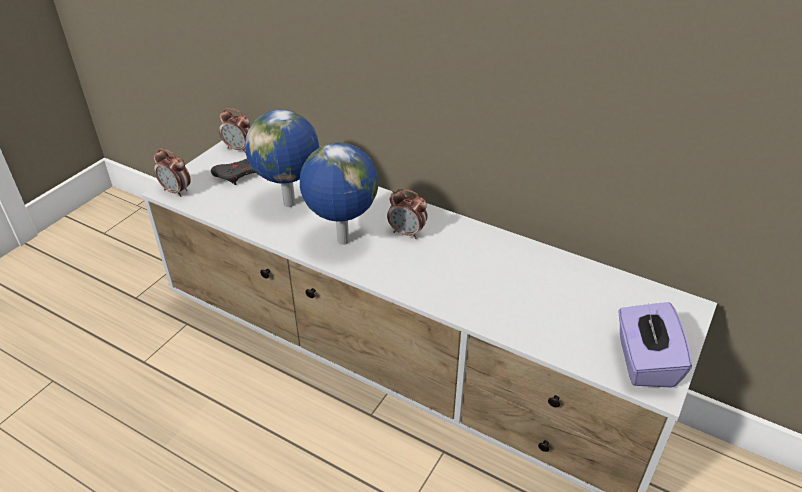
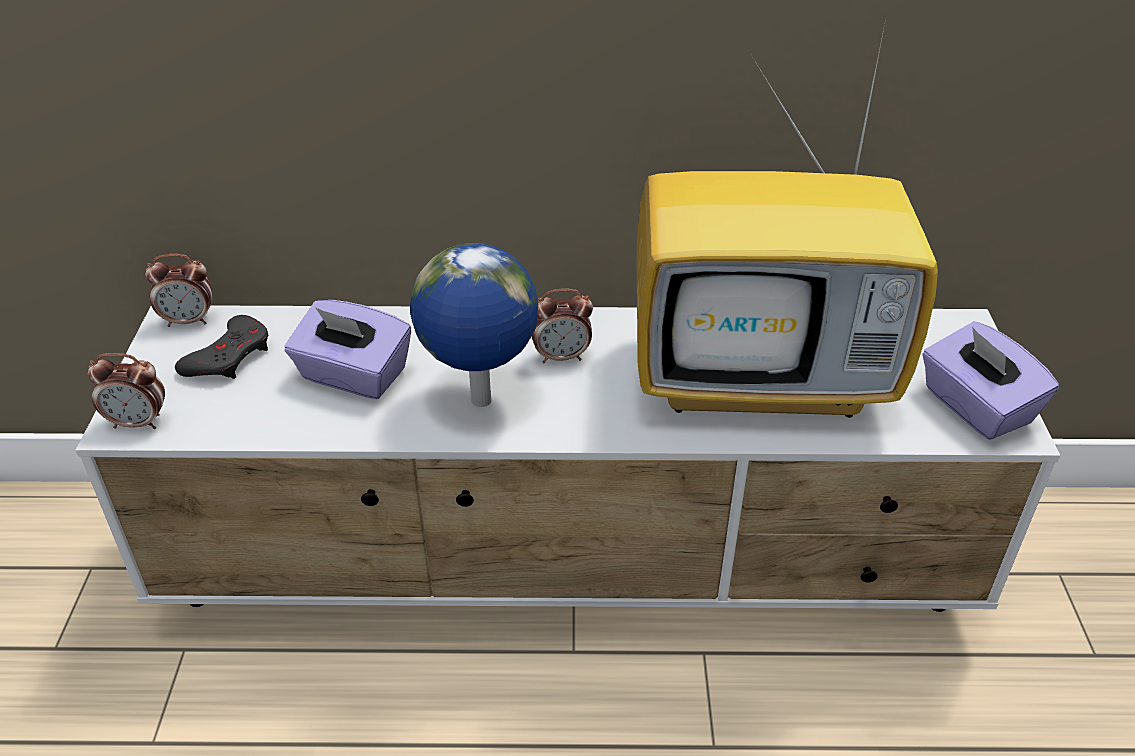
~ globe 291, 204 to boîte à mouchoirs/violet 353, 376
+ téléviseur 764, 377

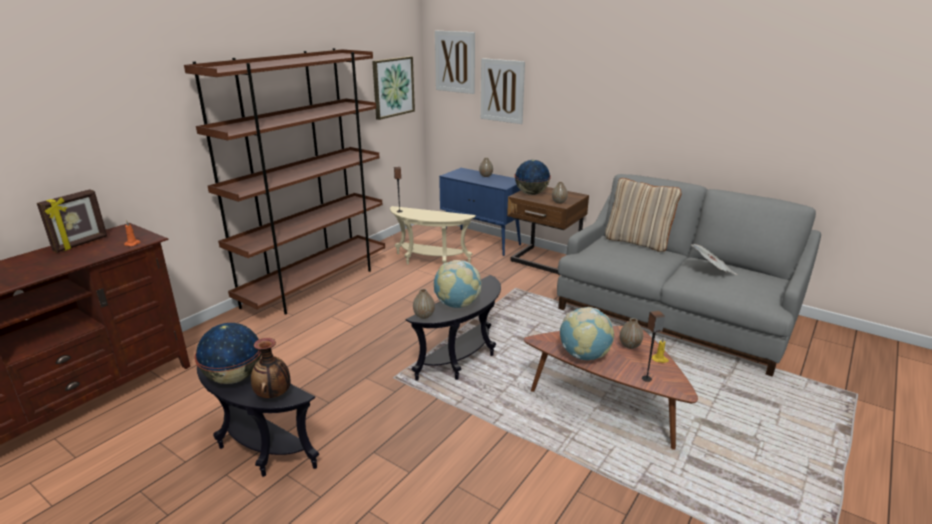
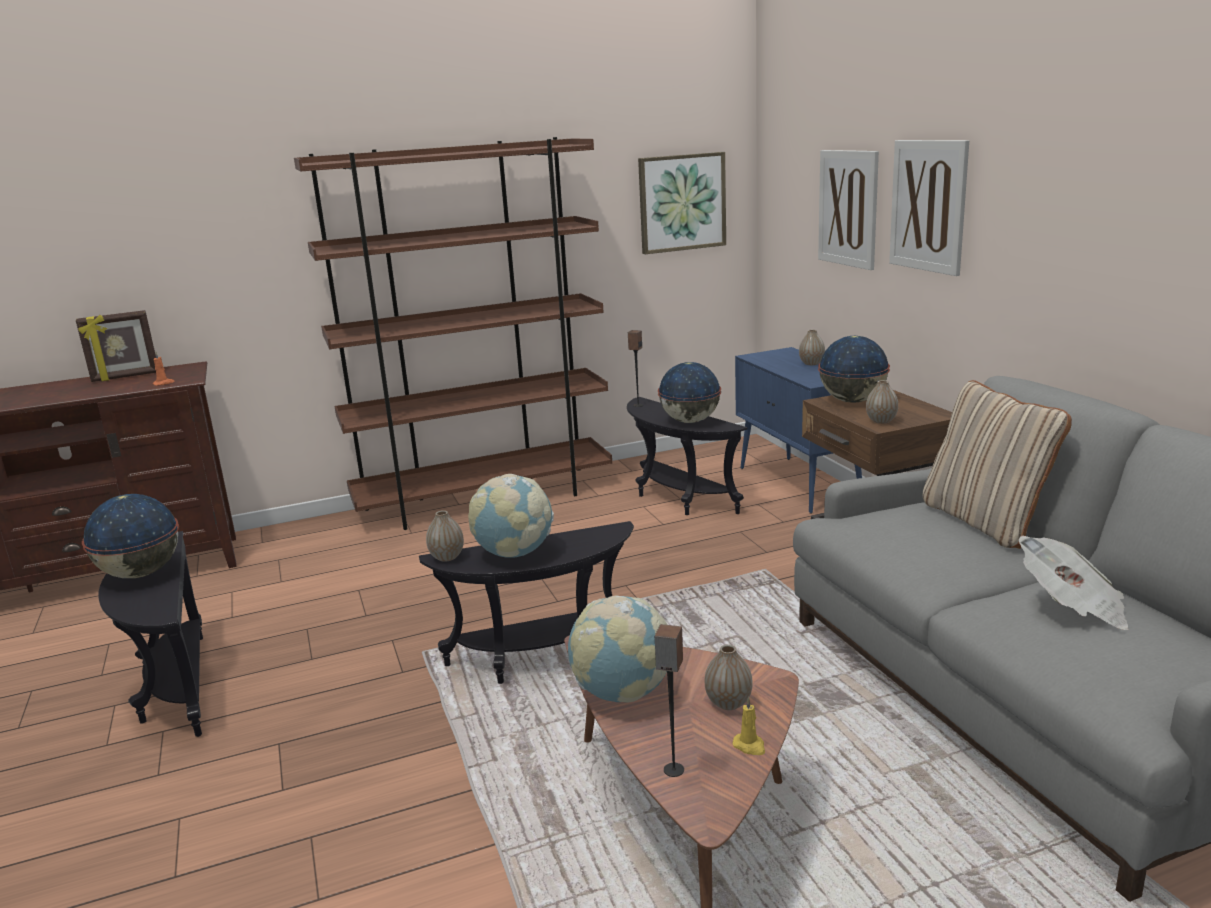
~ table d'appoint/beige 429, 262 to table d'appoint/noir 677, 499
+ globe 689, 421
~ tableau 455, 62 to 928, 206
- vase 274, 395

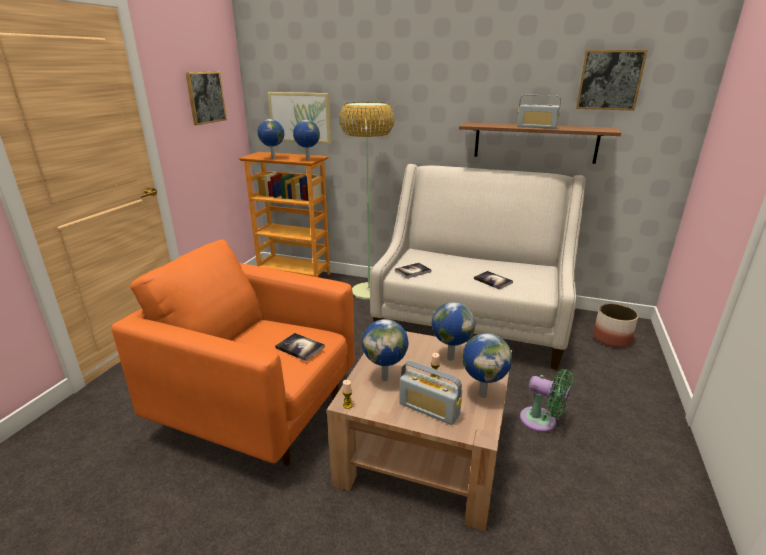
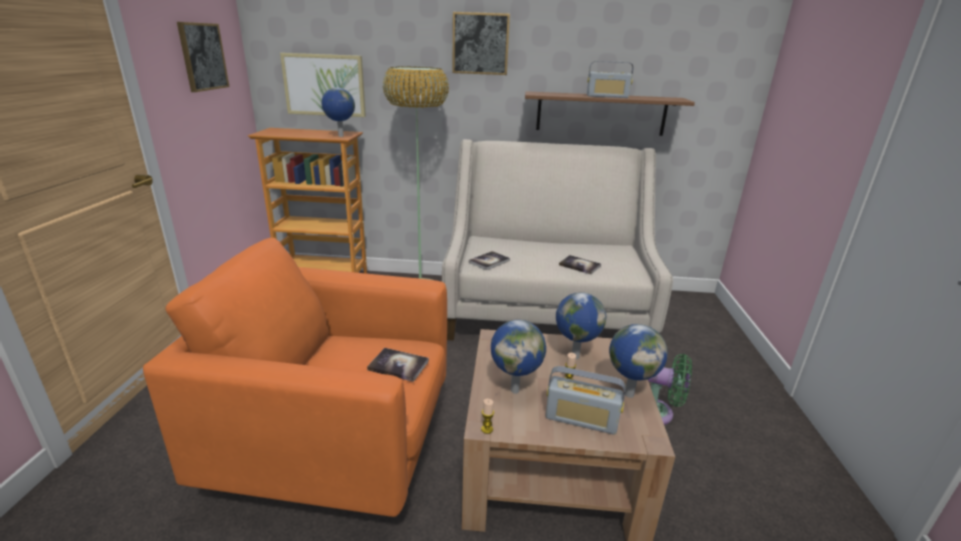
~ tableau 609, 80 to 480, 44
- globe 273, 158
- cache-pot 611, 339

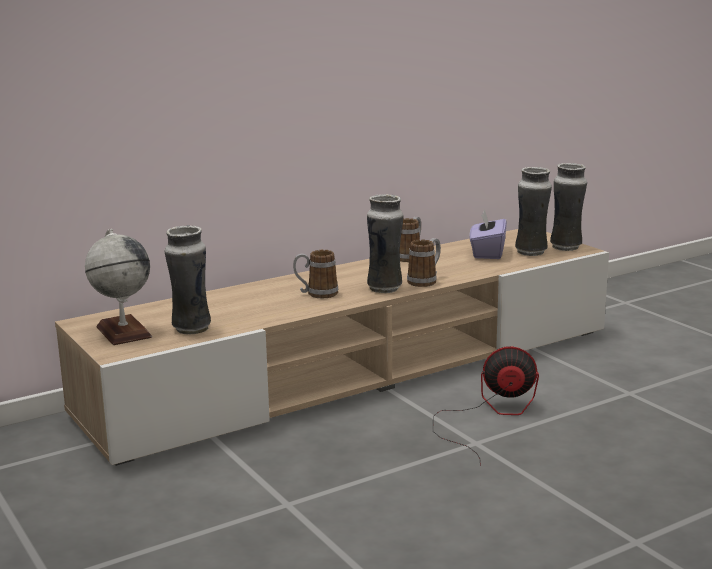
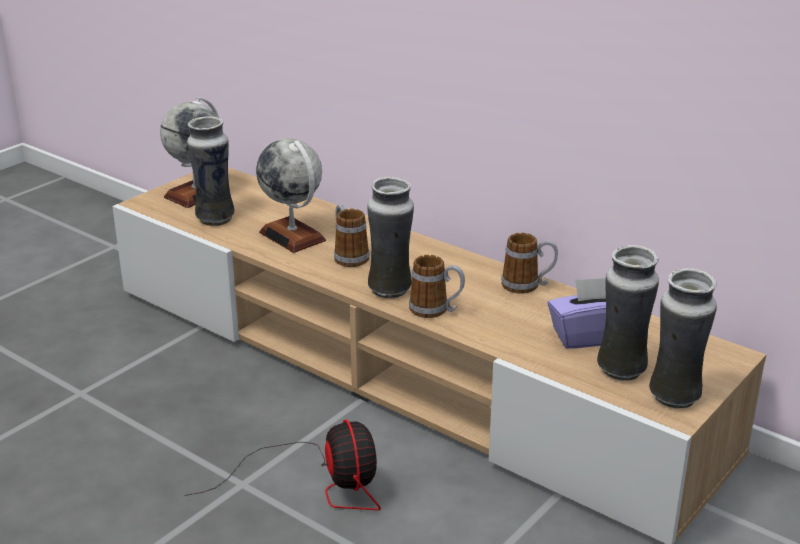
+ globe 292, 236

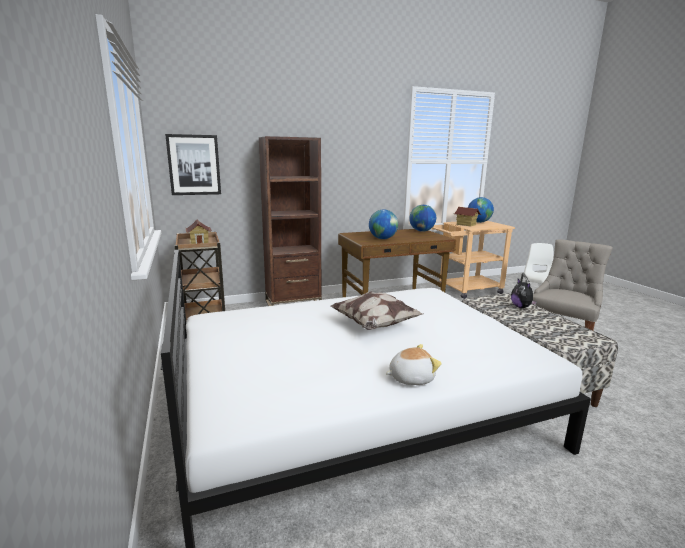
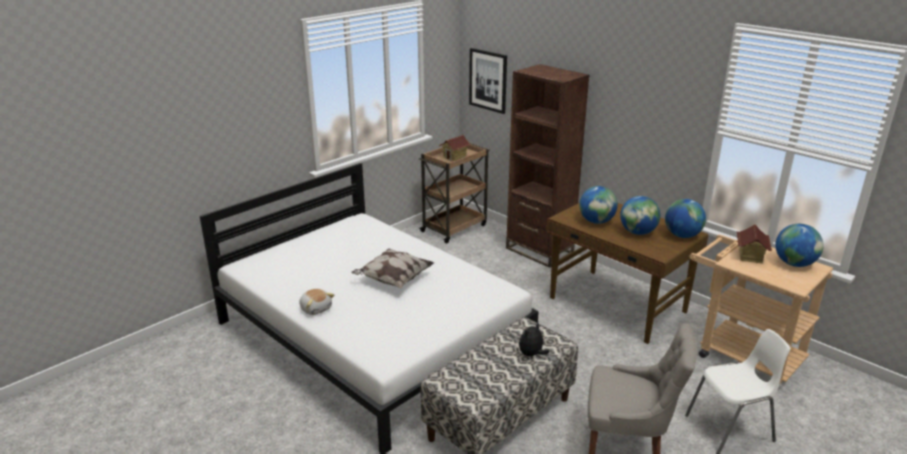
+ globe 638, 232

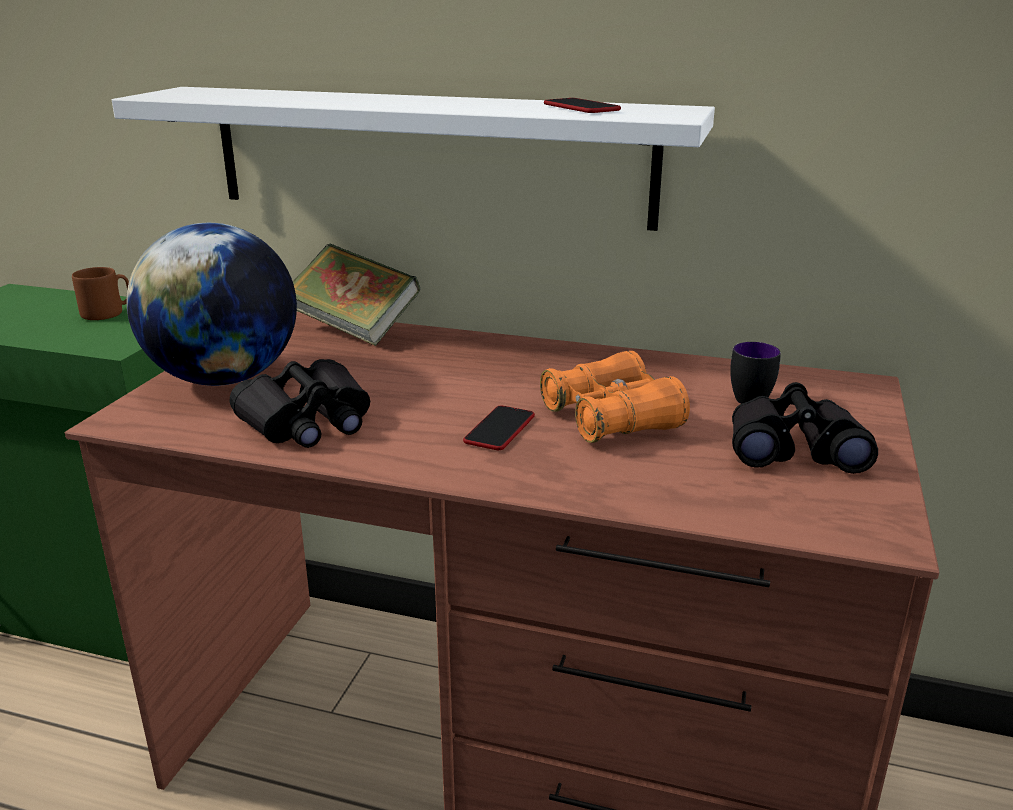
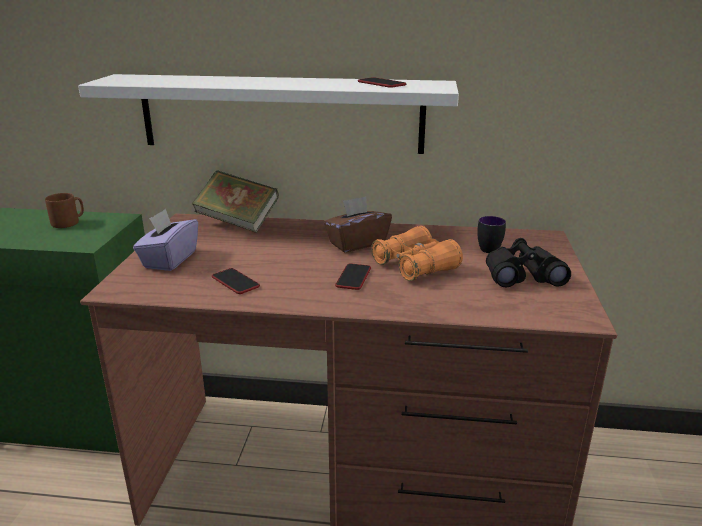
~ globe 224, 378 to boîte à mouchoirs/violet 169, 259
~ jumelles/noir 308, 422 to téléphone 235, 282
+ boîte à mouchoirs/marron 357, 243

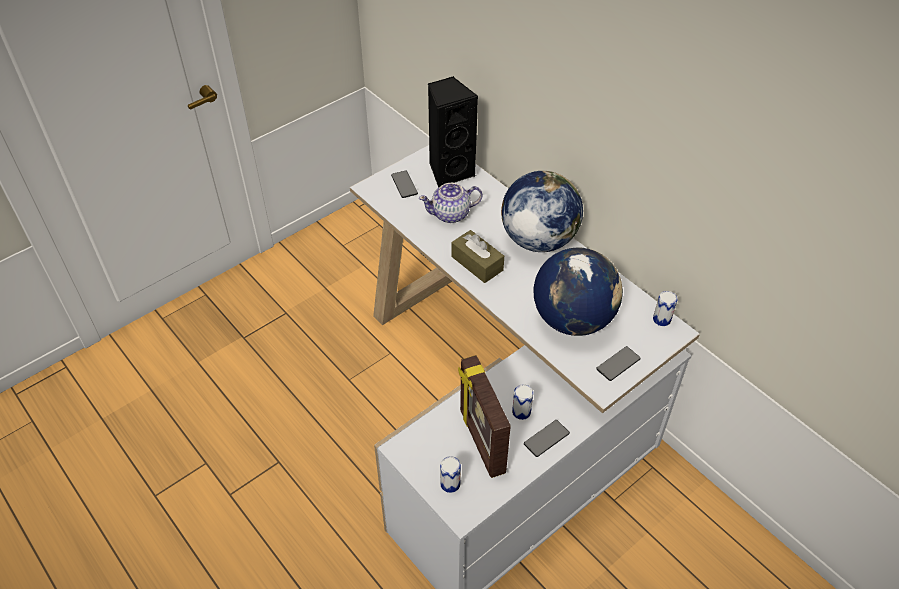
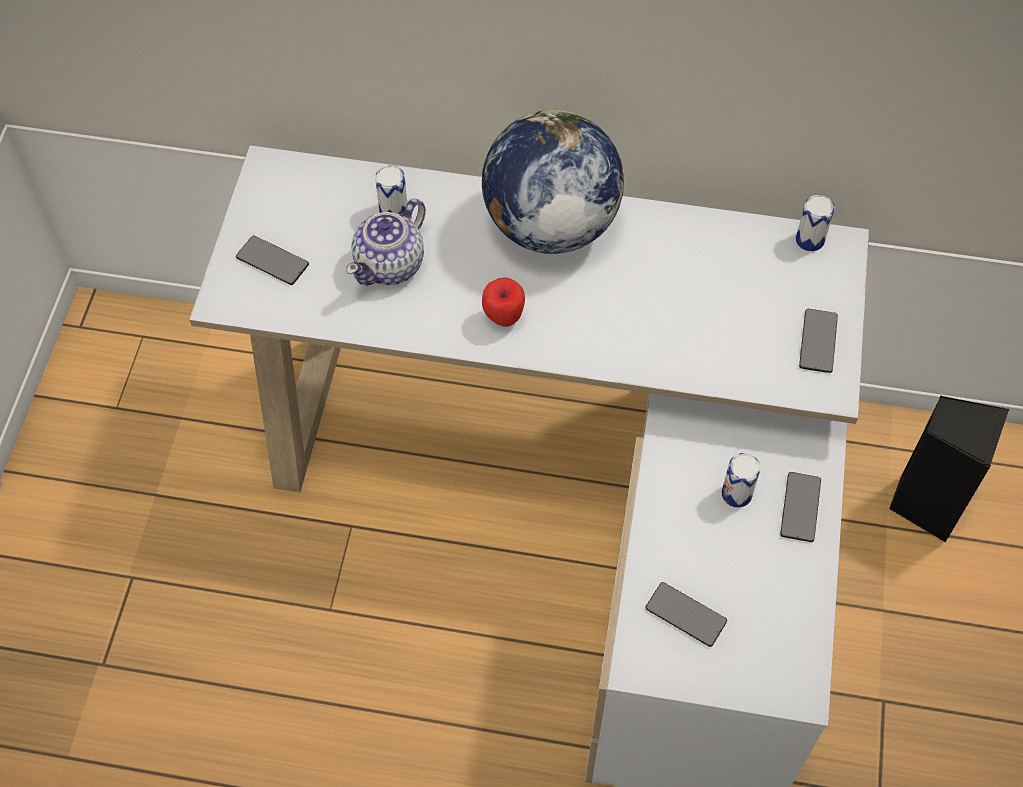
~ boîte métallique 450, 484 to 393, 211
~ boîte à mouchoirs/marron 477, 263 to pomme 503, 319
+ téléphone 685, 615
~ enceinte/noir 450, 171 to 925, 503
- cadre photo 481, 441
- globe 573, 319

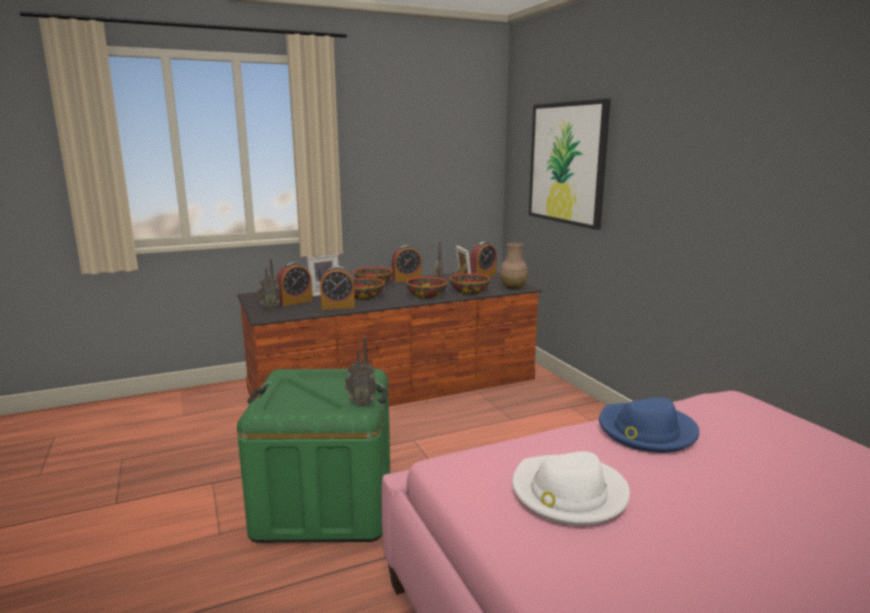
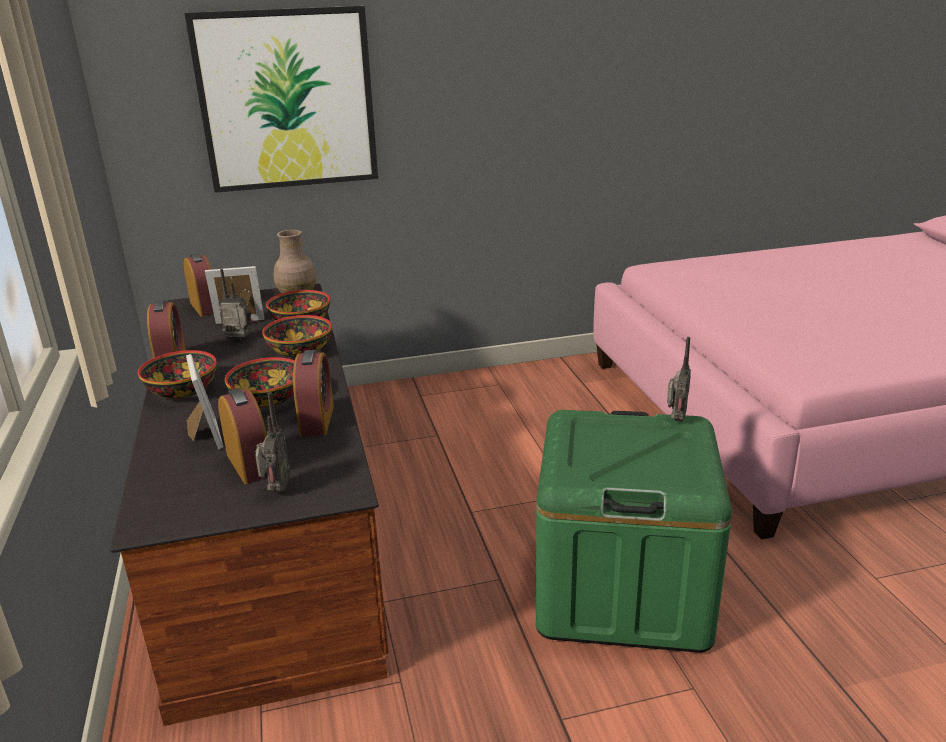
- chapeau/blanc 568, 494
- chapeau/bleu 646, 431

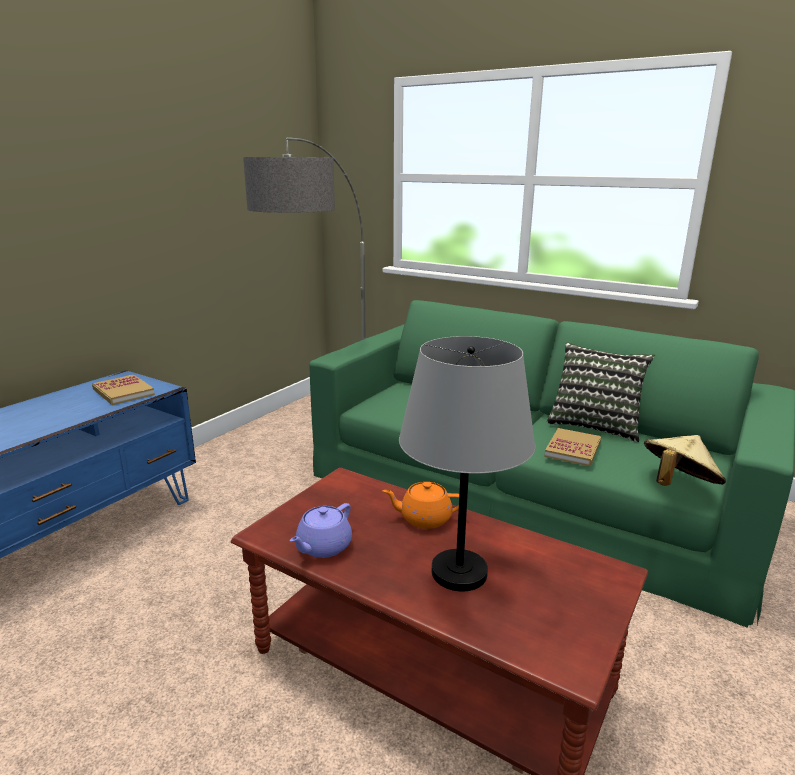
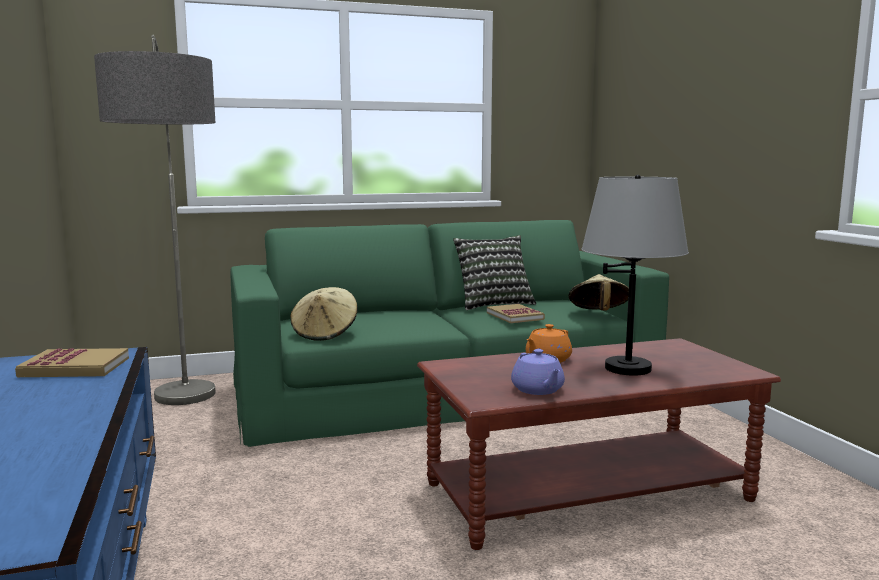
+ chapeau/beige 325, 334

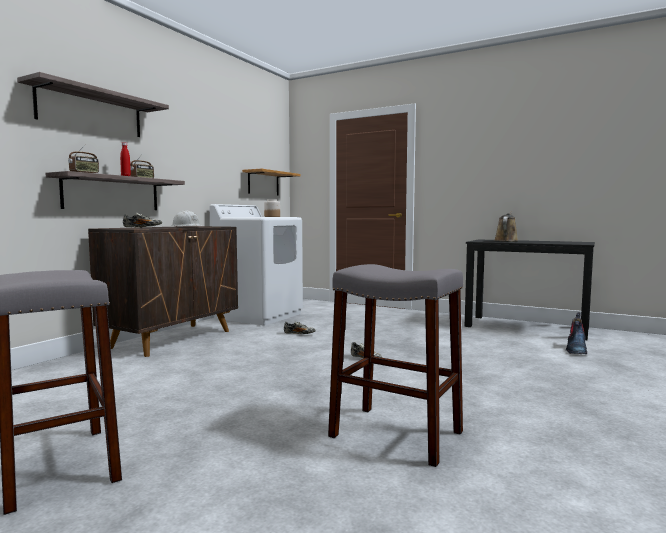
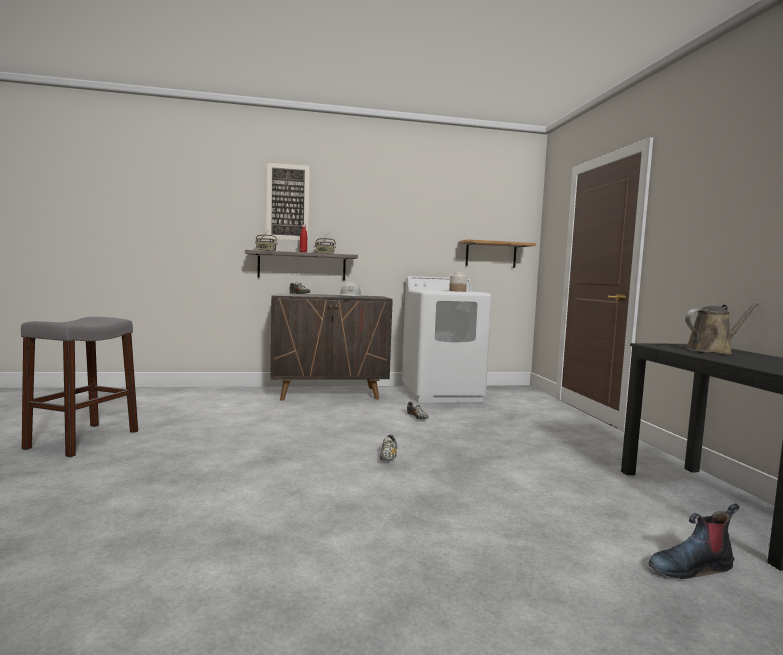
~ étagère 91, 112 to tableau 288, 202
- tabouret/gris 395, 434

